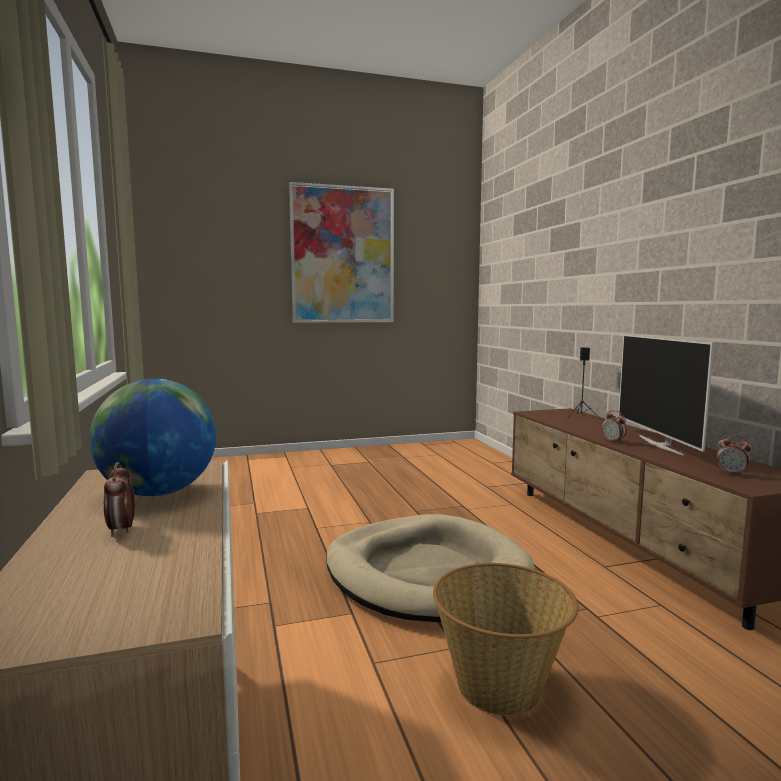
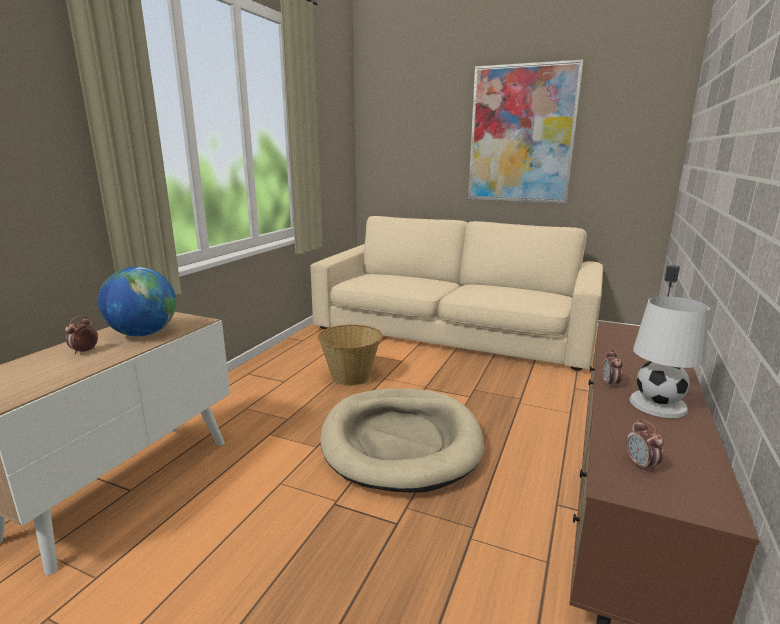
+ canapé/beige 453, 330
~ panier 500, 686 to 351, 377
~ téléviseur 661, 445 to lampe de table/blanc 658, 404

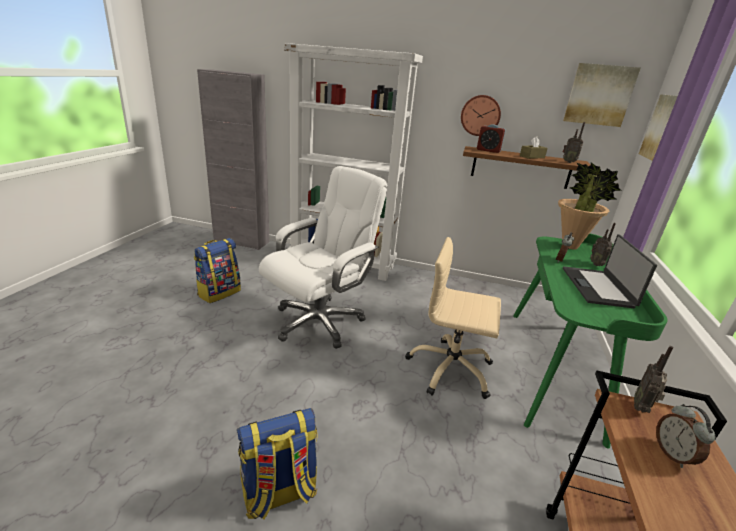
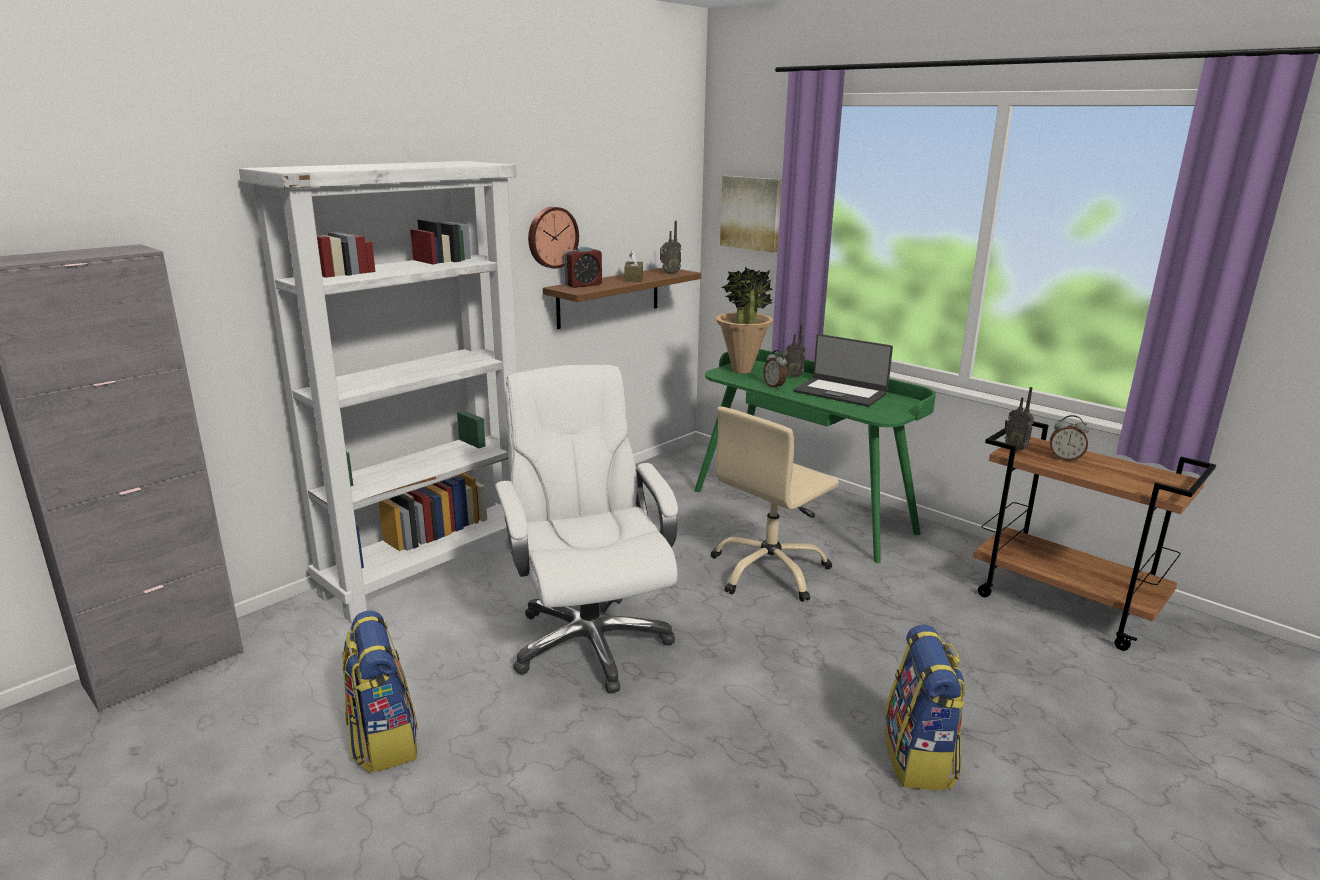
- tableau 599, 95

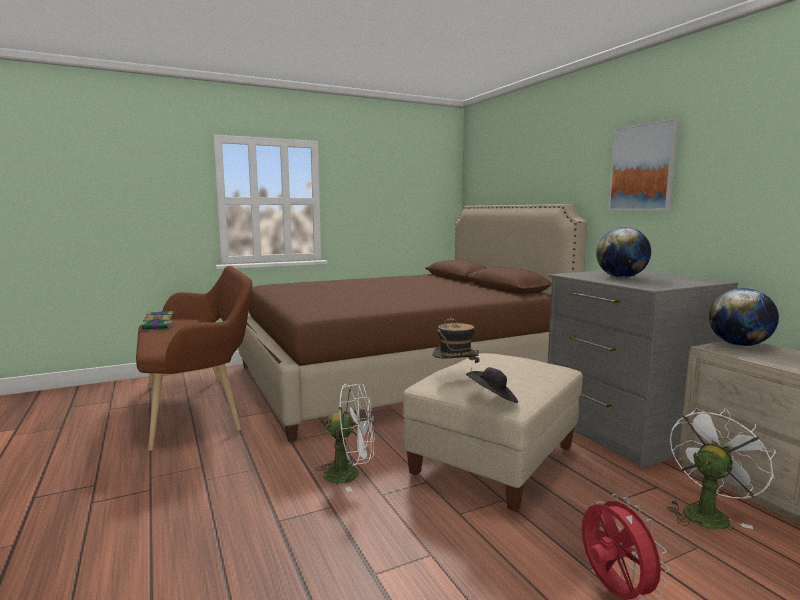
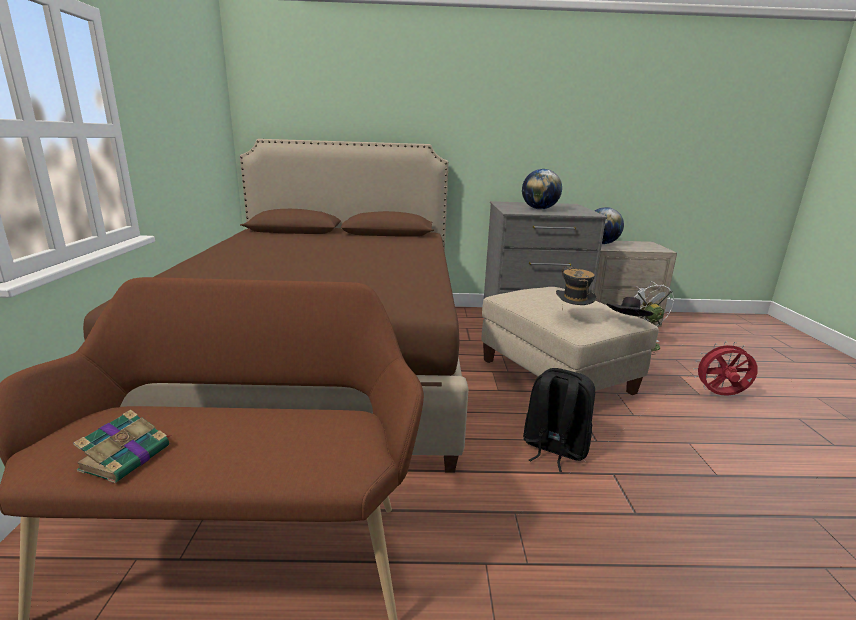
~ ventilateur/blanc 350, 474 to sac à dos/noir 553, 448
- tableau 642, 167

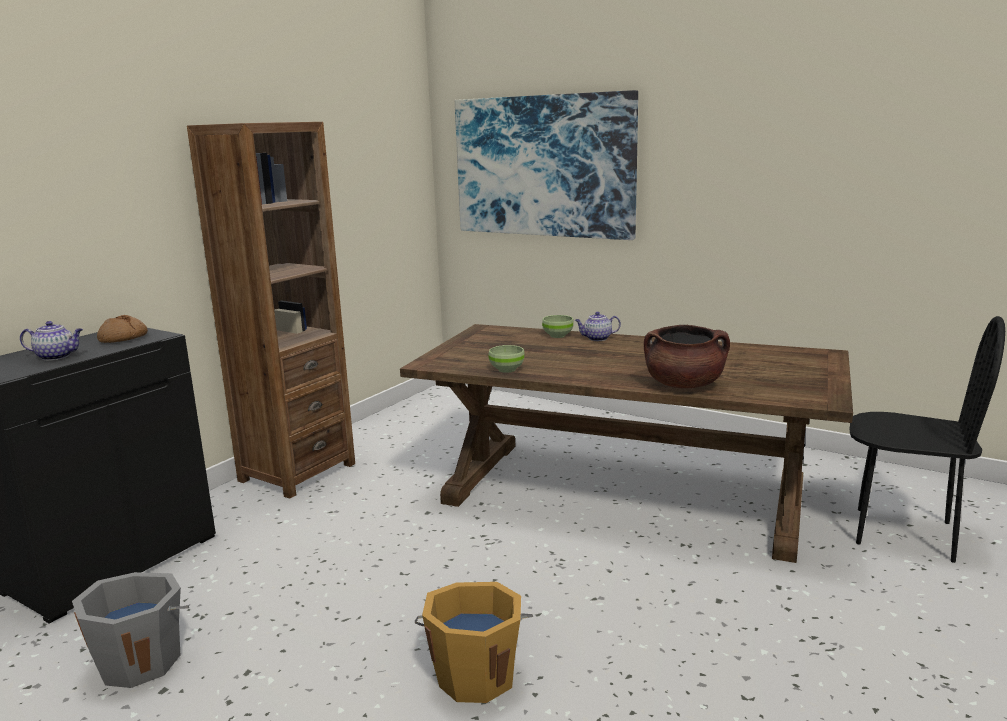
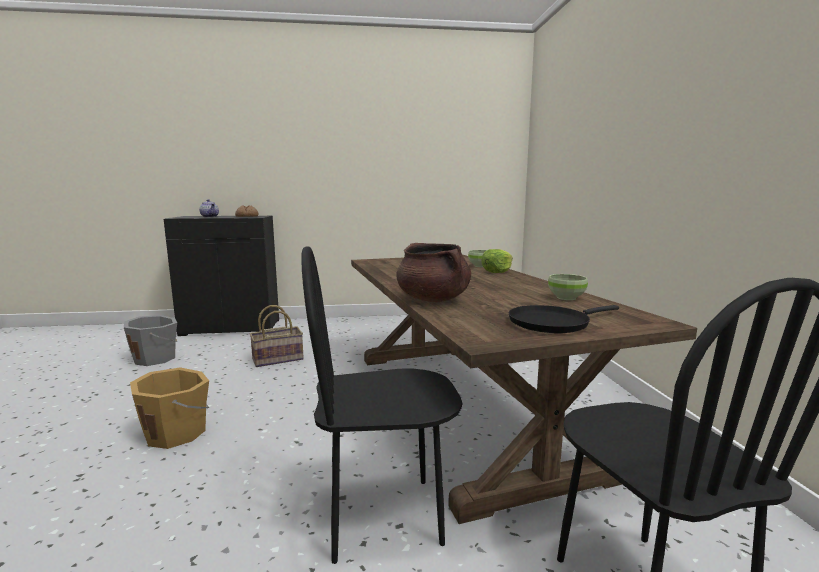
+ panier 278, 359
+ chaise/noir 383, 516
~ théière 597, 338 to laitue 497, 271
+ poêle/noir 552, 323
~ bol/vert 507, 370 to 566, 298
- bibliothèque/marron 297, 472
- tableau 543, 166

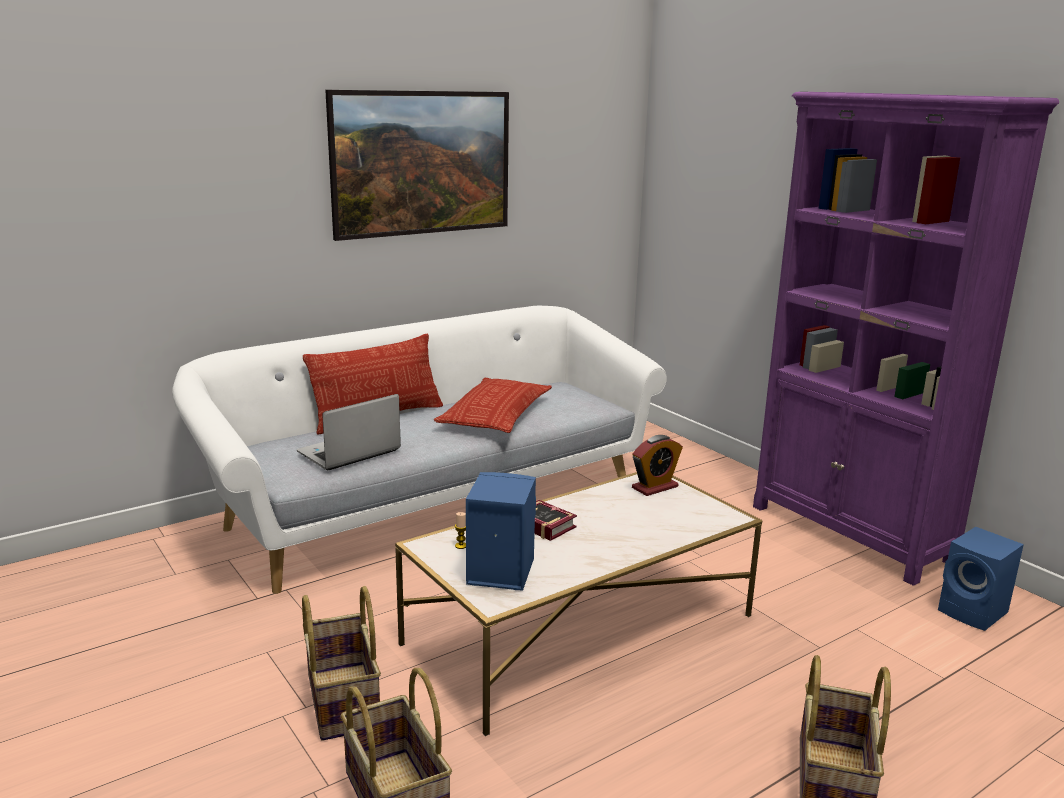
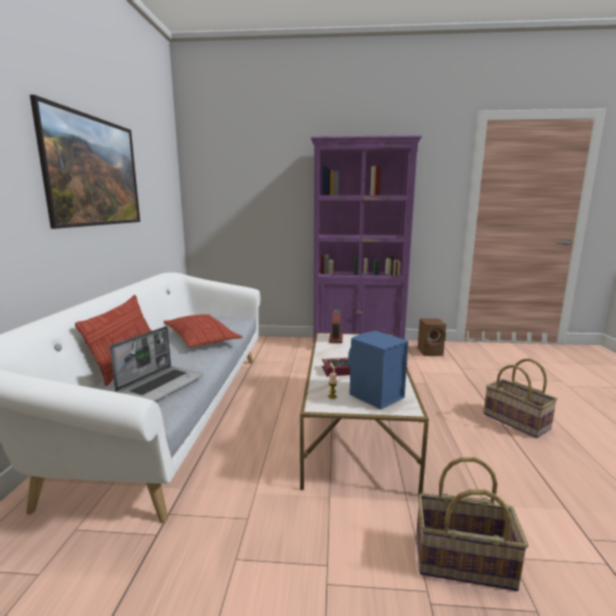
~ ordinateur portable 348, 453 = 161, 385 150 degrees counterclockwise
~ enceinte/bleu 974, 613 to enceinte/marron 431, 352
- panier 341, 701

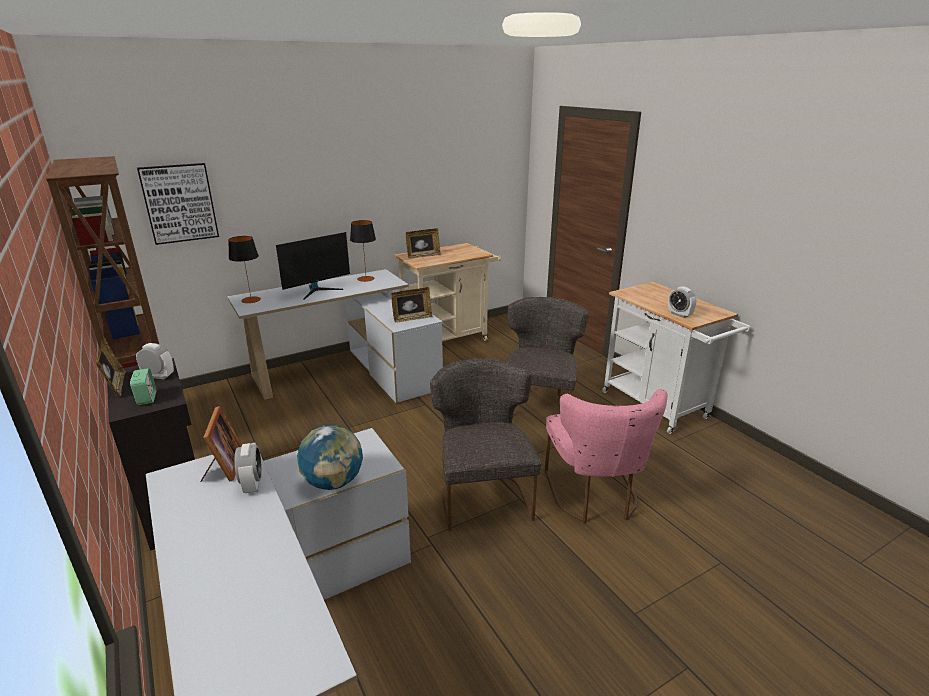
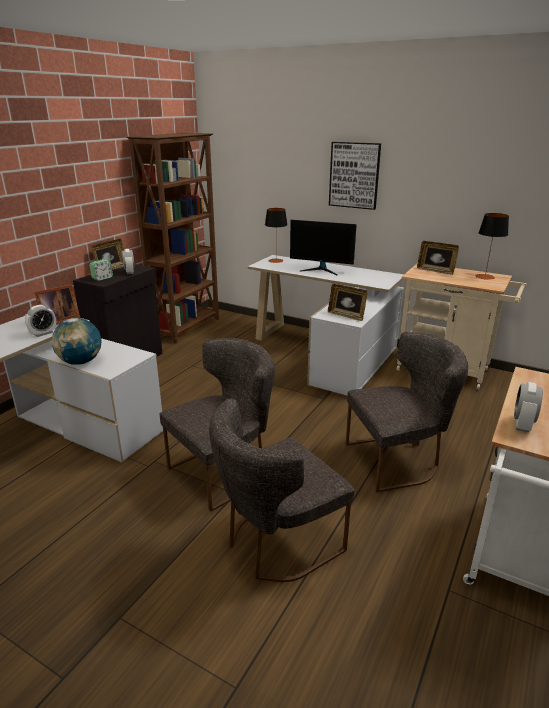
~ chaise/rose 594, 496 to chaise/gris 276, 543
~ tableau 179, 203 to 354, 175
~ lampe de table 366, 279 to 485, 277

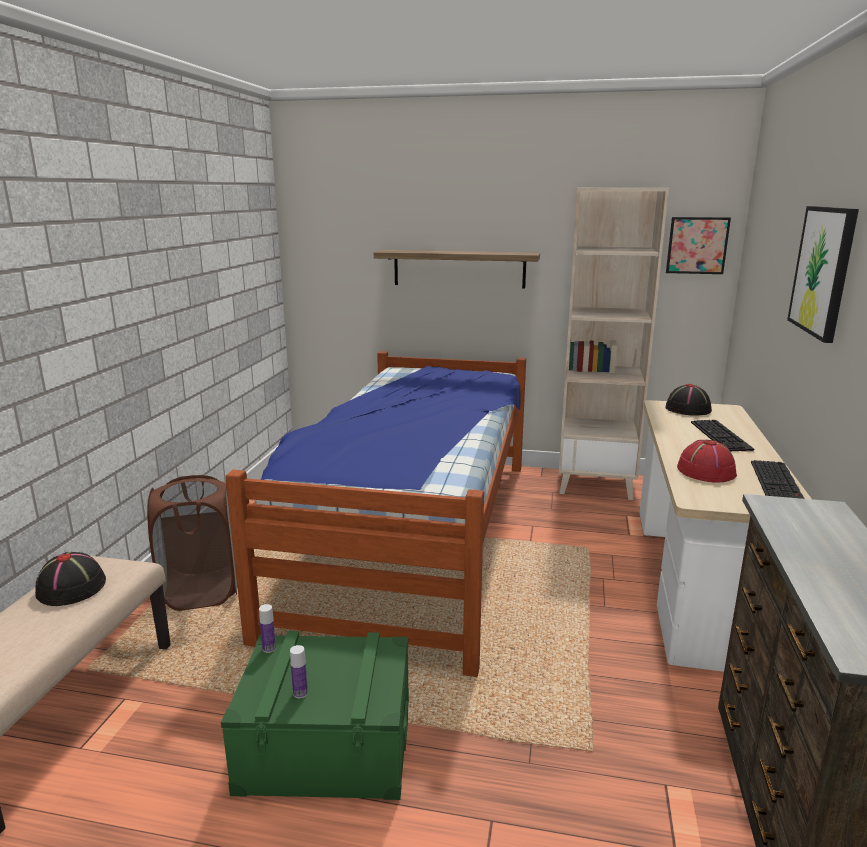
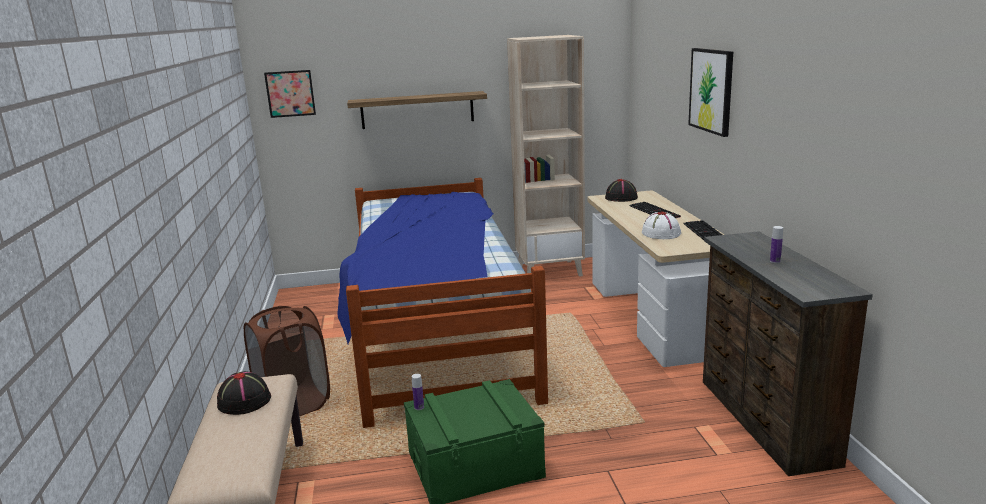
~ tableau 697, 245 to 290, 93
~ chapeau/rouge 705, 471 to chapeau/blanc 660, 233
~ bouteille 300, 693 to 775, 261

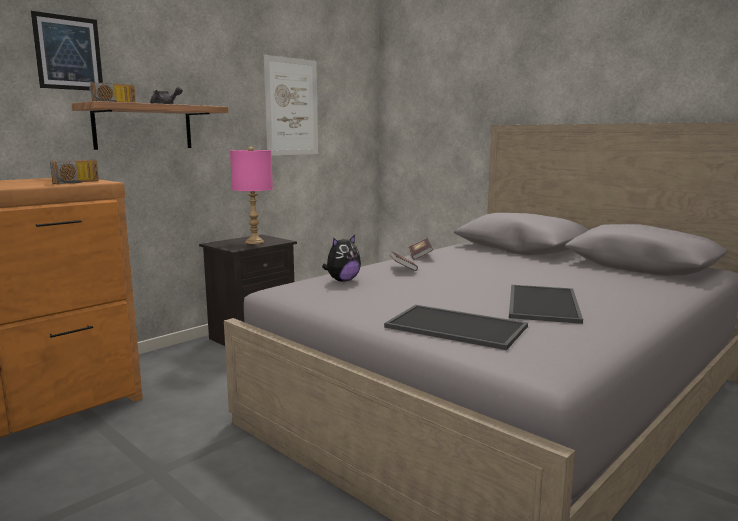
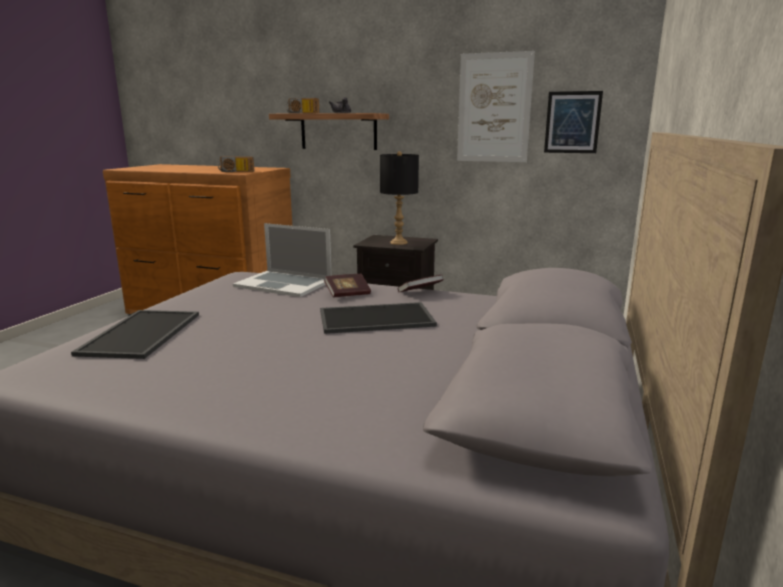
~ peluche 342, 280 to ordinateur portable 284, 284
~ plateau 541, 303 to 377, 318
~ lampe de table/rose 255, 242 to lampe de table/noir 399, 242
~ tableau 68, 53 to 572, 122

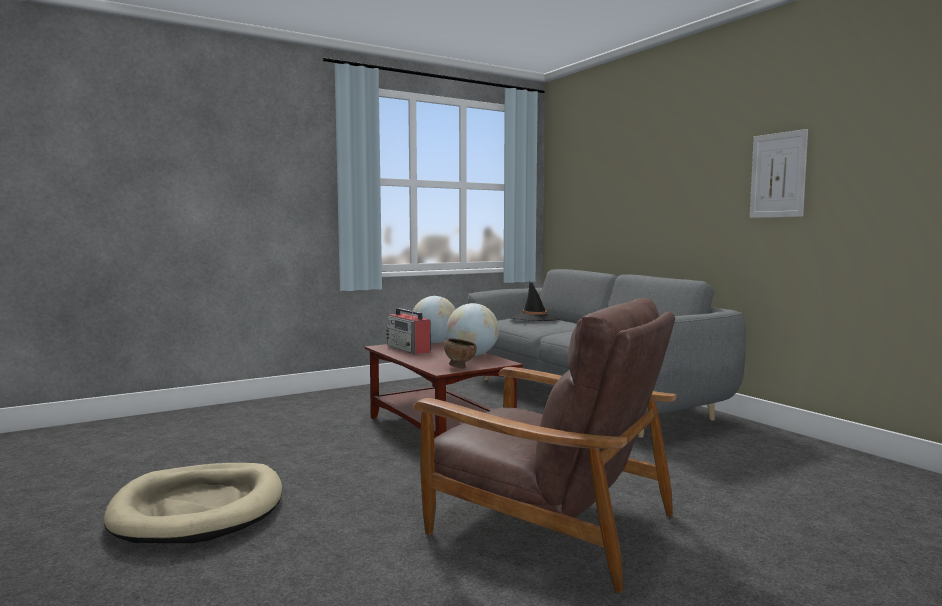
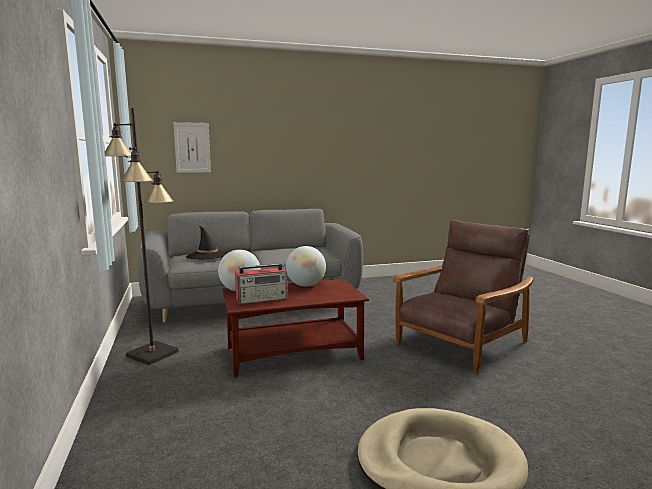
+ lampadaire/noir 152, 353
~ tableau 778, 175 to 192, 147
- bol/marron 460, 367

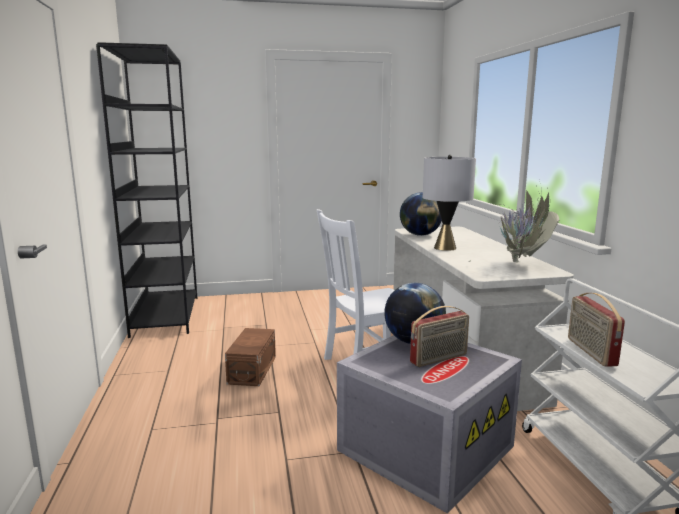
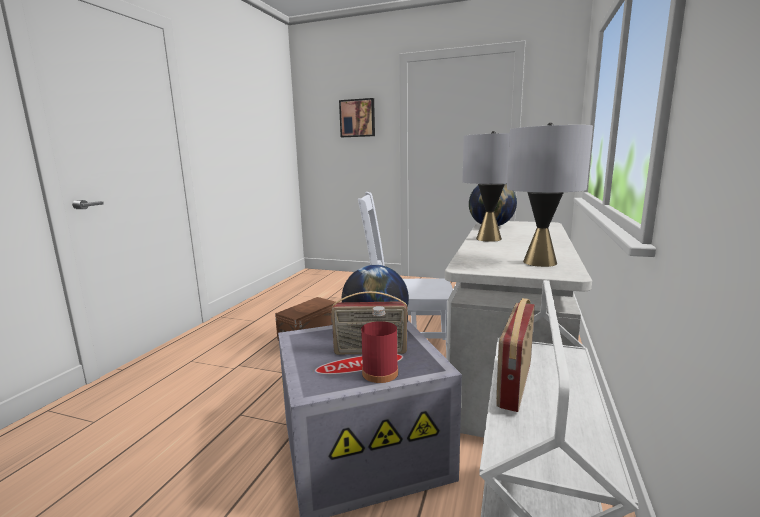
+ tableau 357, 118
+ bouteille/rouge 380, 373
~ plante en pot 521, 265 to lampe de table/gris 539, 262
- bibliothèque/noir 165, 315

